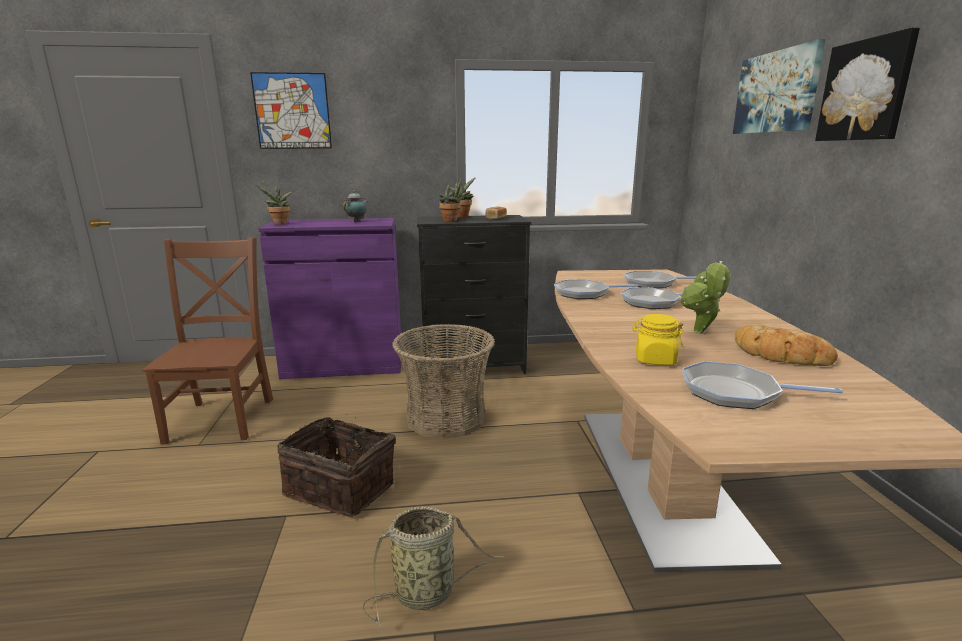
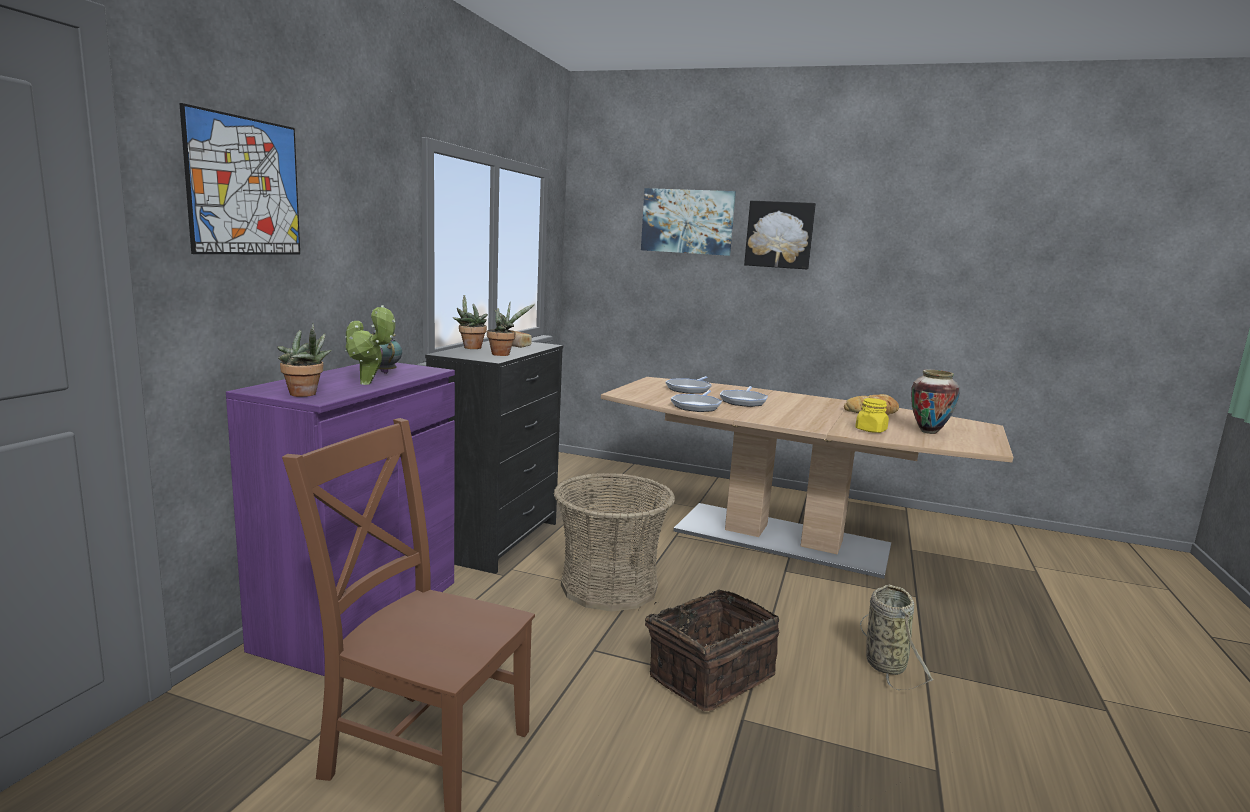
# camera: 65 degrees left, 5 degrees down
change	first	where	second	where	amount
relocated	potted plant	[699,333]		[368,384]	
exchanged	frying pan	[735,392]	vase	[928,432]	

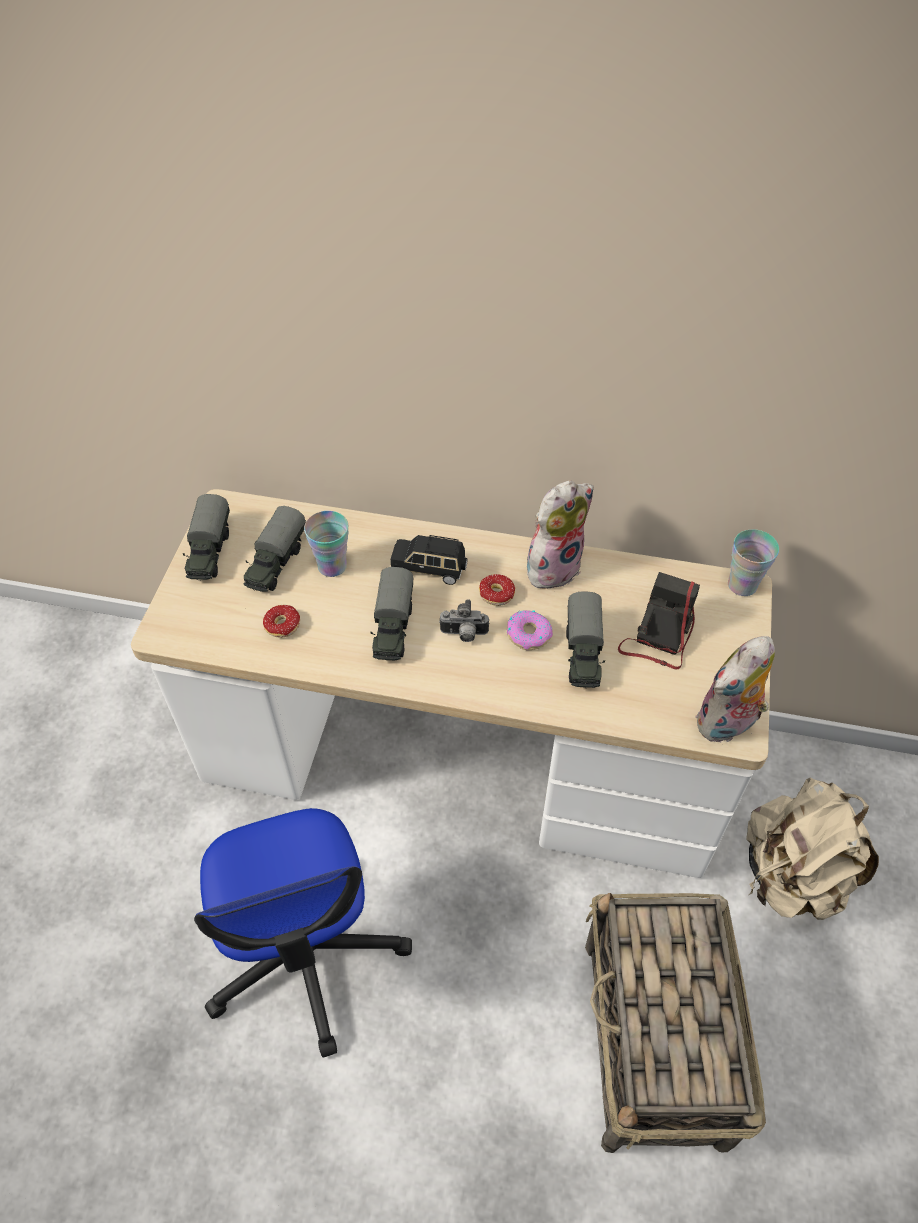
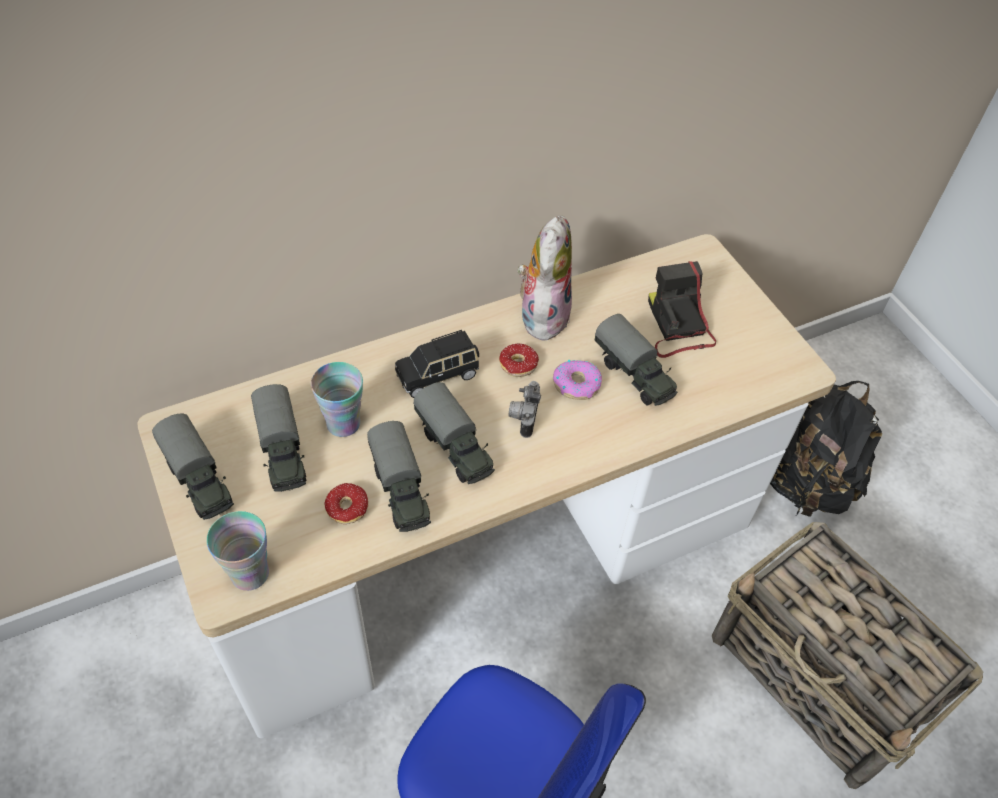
# camera: 40 degrees left, 0 degrees up
change	first	where	second	where	amount
relocated	cup	[742,585]		[250,574]	
appeared			toy truck	[401,490]	
spun	photo camera	[464,634]		[523,416]	135 degrees clockwise
colour	beige backpack	[791,875]	black backpack	[803,482]	
missing	plush toy	[726,725]			

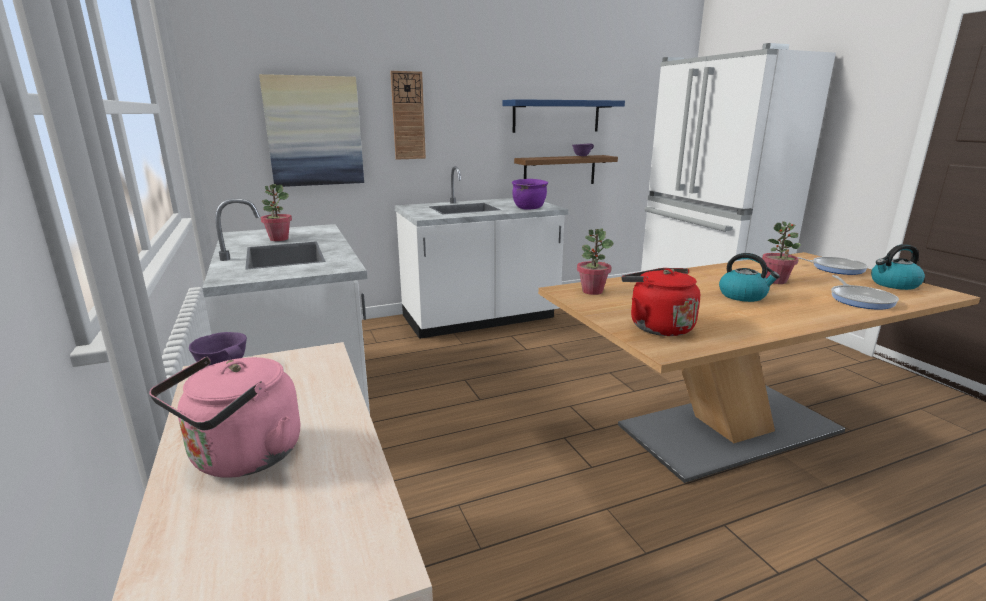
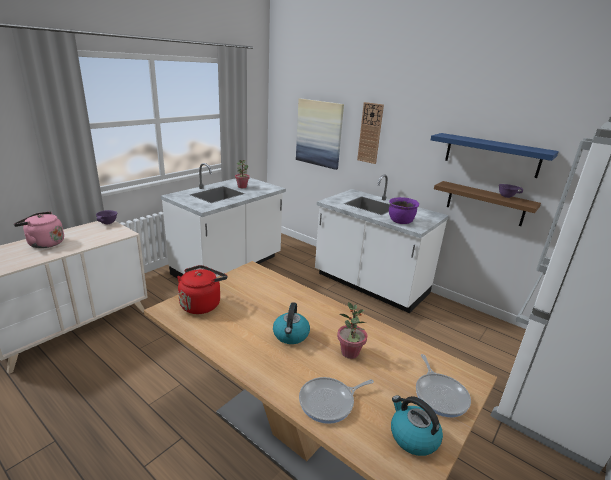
# camera: 60 degrees right, 5 degrees up
change	first	where	second	where	amount
missing	potted plant	[592,291]			

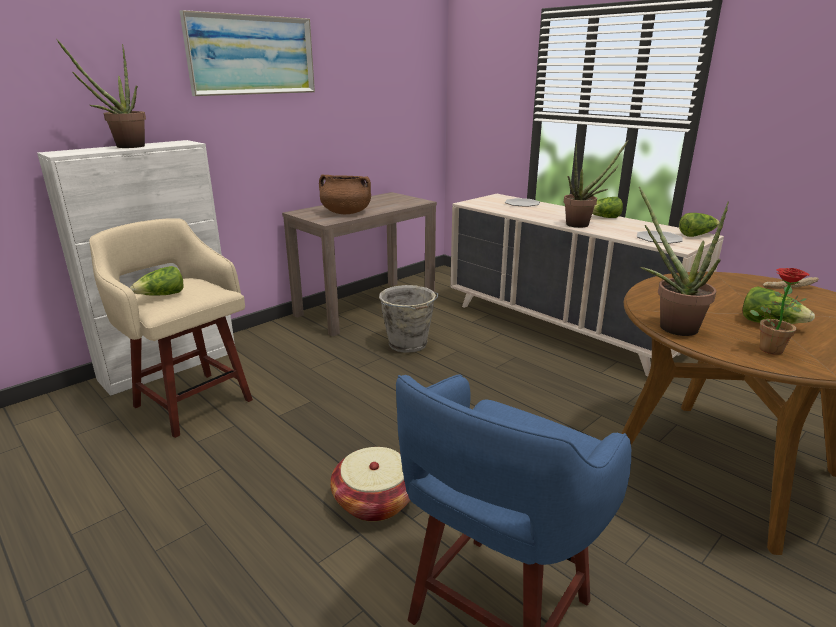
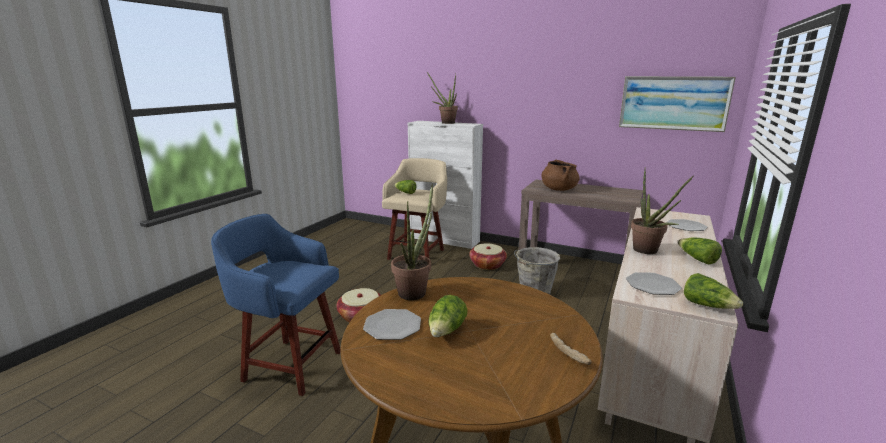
# camera: 70 degrees right, 5 degrees down
change	first	where	second	where	amount
exchanged	potted plant	[769,347]	plate	[392,326]	
appeared			basket	[487,265]	
relocated	picture	[252,55]		[673,103]	

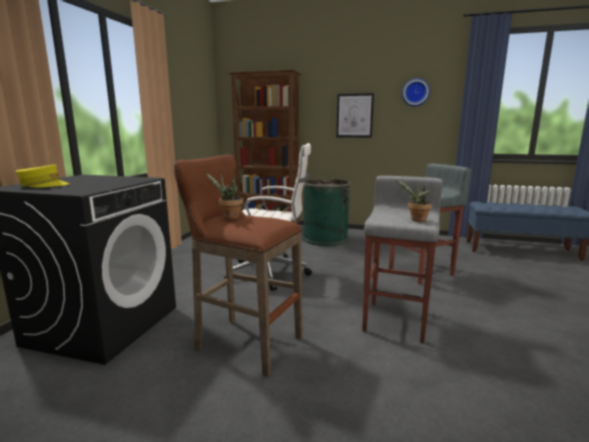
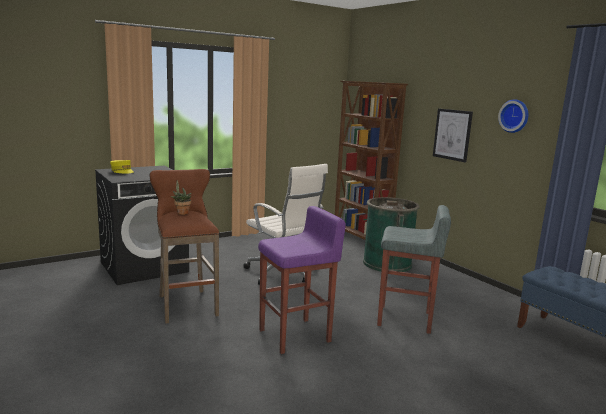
# camera: 40 degrees right, 0 degrees up
change	first	where	second	where	amount
colour	grey stool	[396,320]	purple stool	[296,336]	
missing	potted plant	[416,220]			

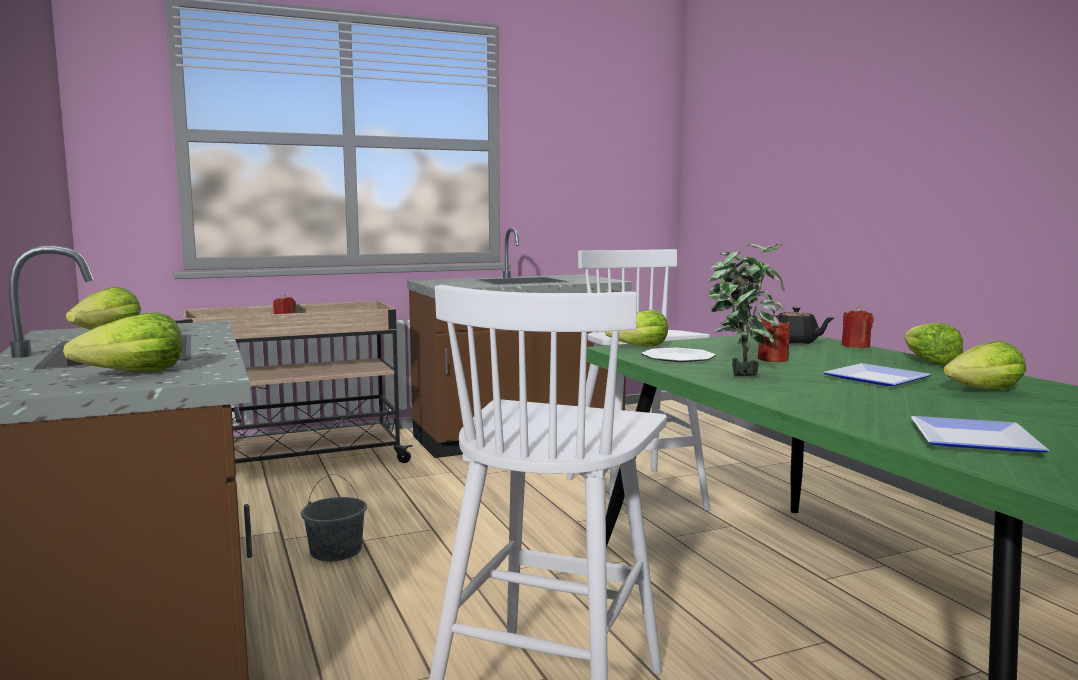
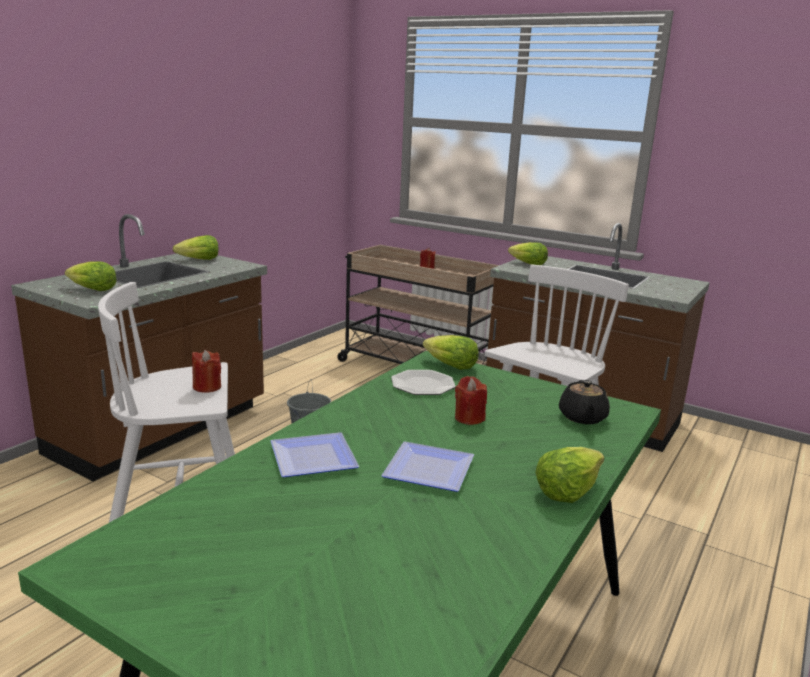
# camera: 55 degrees right, 10 degrees up
change	first	where	second	where	amount
relocated	red candle	[855,346]		[207,387]	
relocated	plate	[977,439]		[316,459]	
relocated	lettuce	[984,391]		[527,264]	
missing	potted plant	[741,374]			

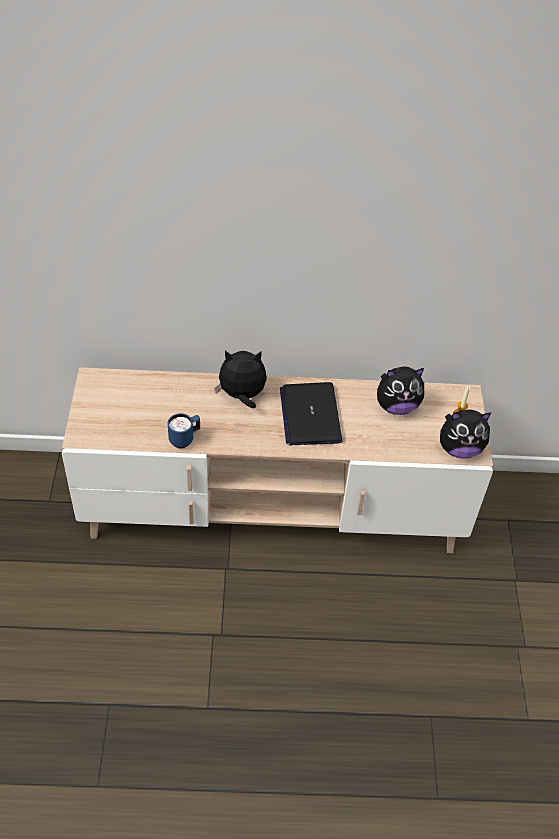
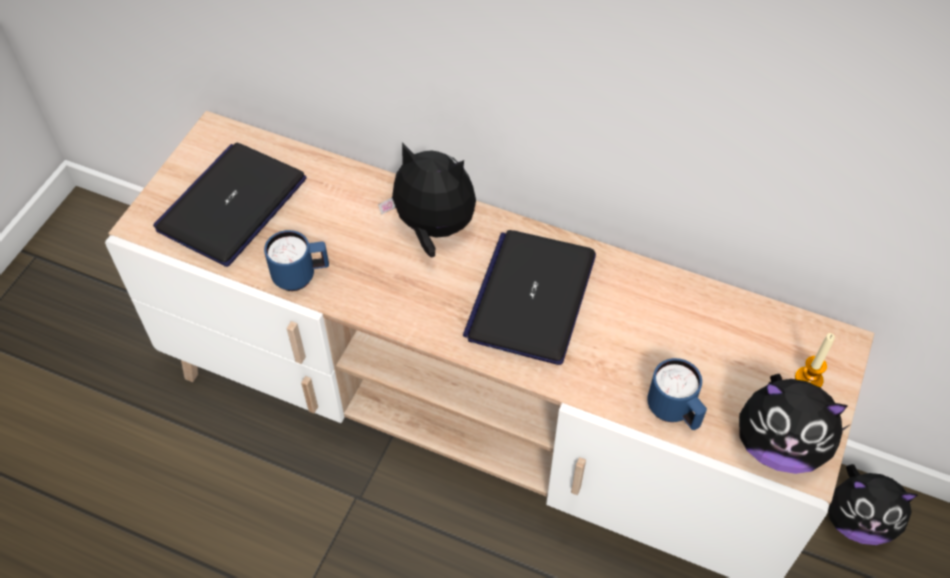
# camera: 25 degrees right, 5 degrees up
change	first	where	second	where	amount
appeared			laptop	[232,204]	
appeared			blue mug	[674,412]	
relocated	plush toy	[396,406]		[857,521]	

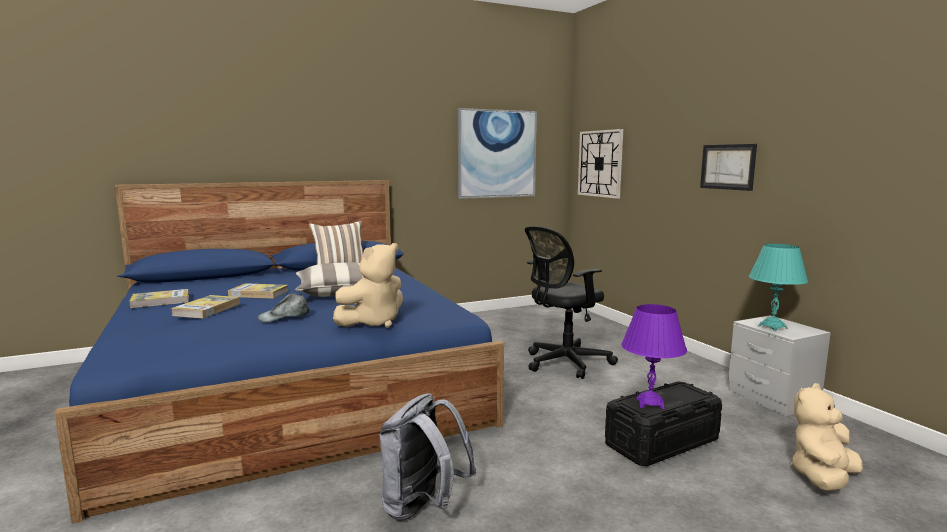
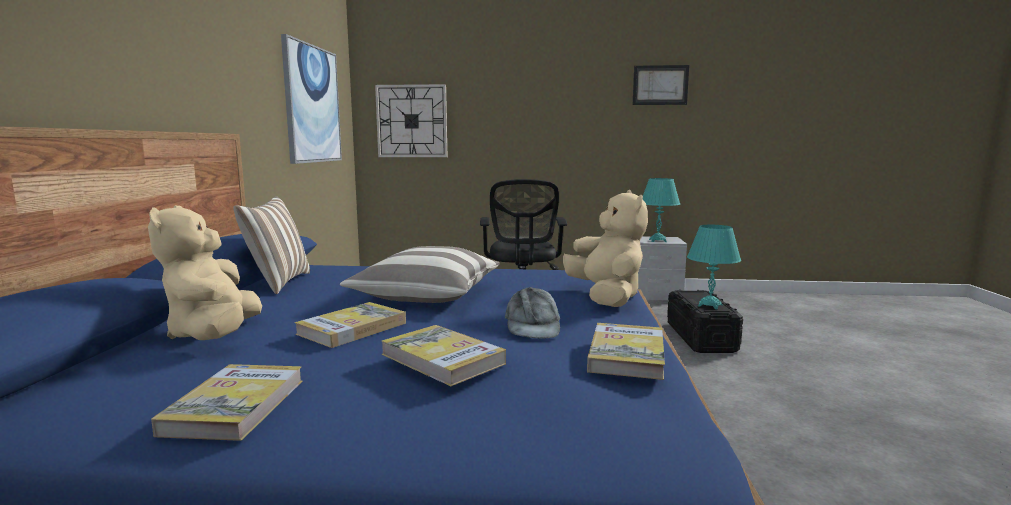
# camera: 60 degrees left, 0 degrees up
change	first	where	second	where	amount
relocated	beige plush toy	[822,478]		[215,335]	
appeared			book	[627,355]	
relocated	picture	[727,167]		[660,85]	
colour	purple table lamp	[649,403]	turquoise table lamp	[710,305]	
missing	grey backpack	[422,508]			

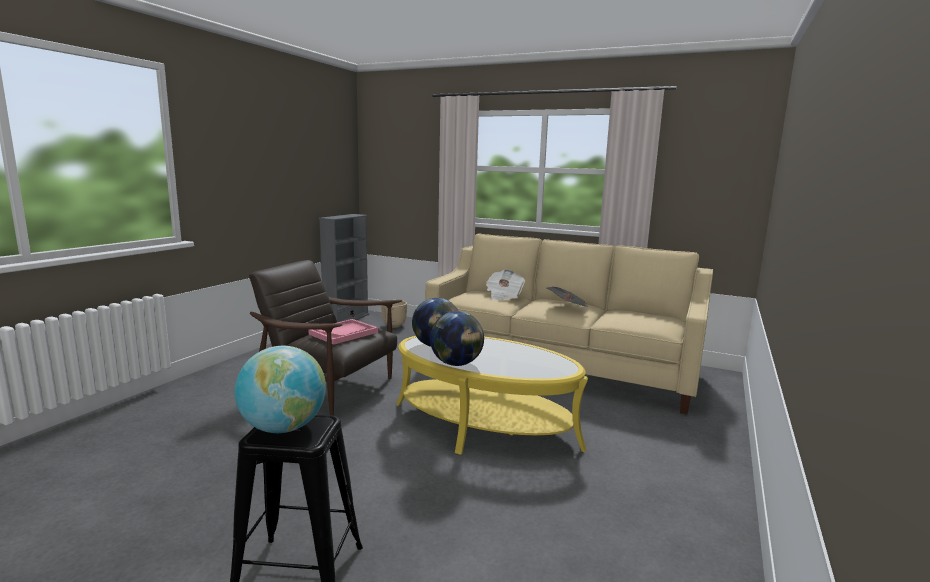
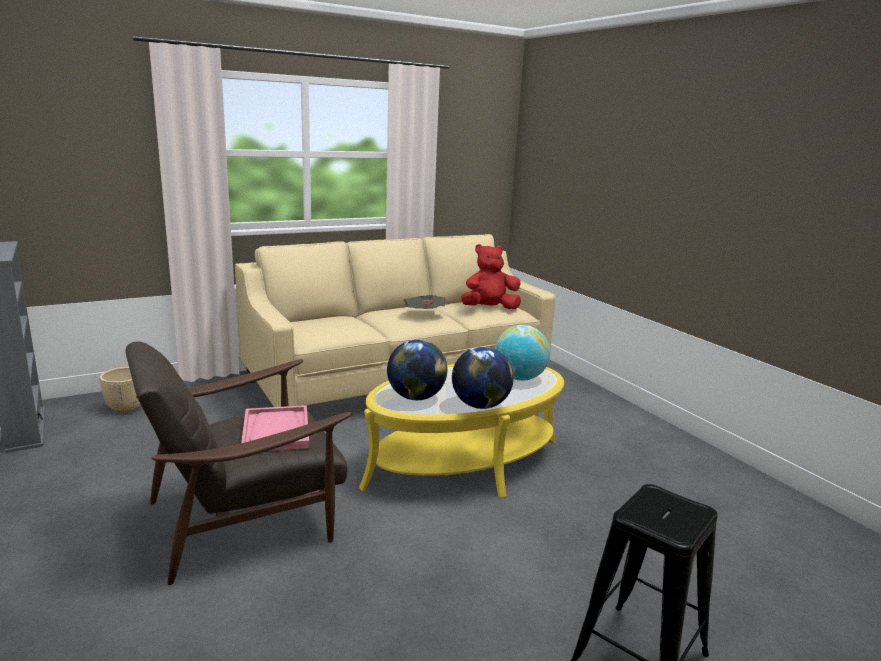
# camera: 55 degrees left, 5 degrees up
change	first	where	second	where	amount
appeared			red plush toy	[489,308]	
relocated	globe	[283,428]		[519,378]	
missing	newspaper	[503,296]			

